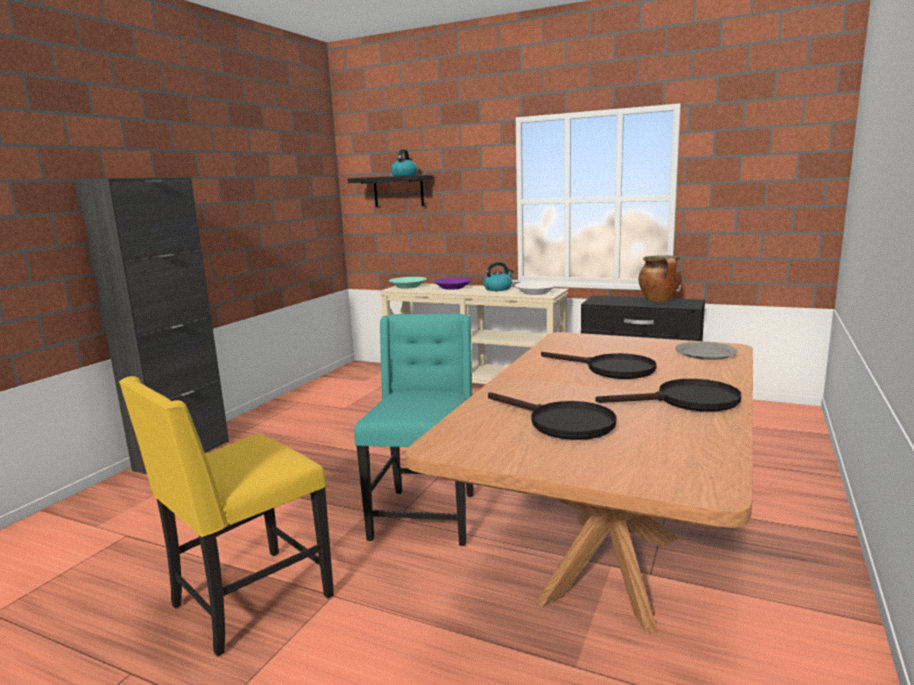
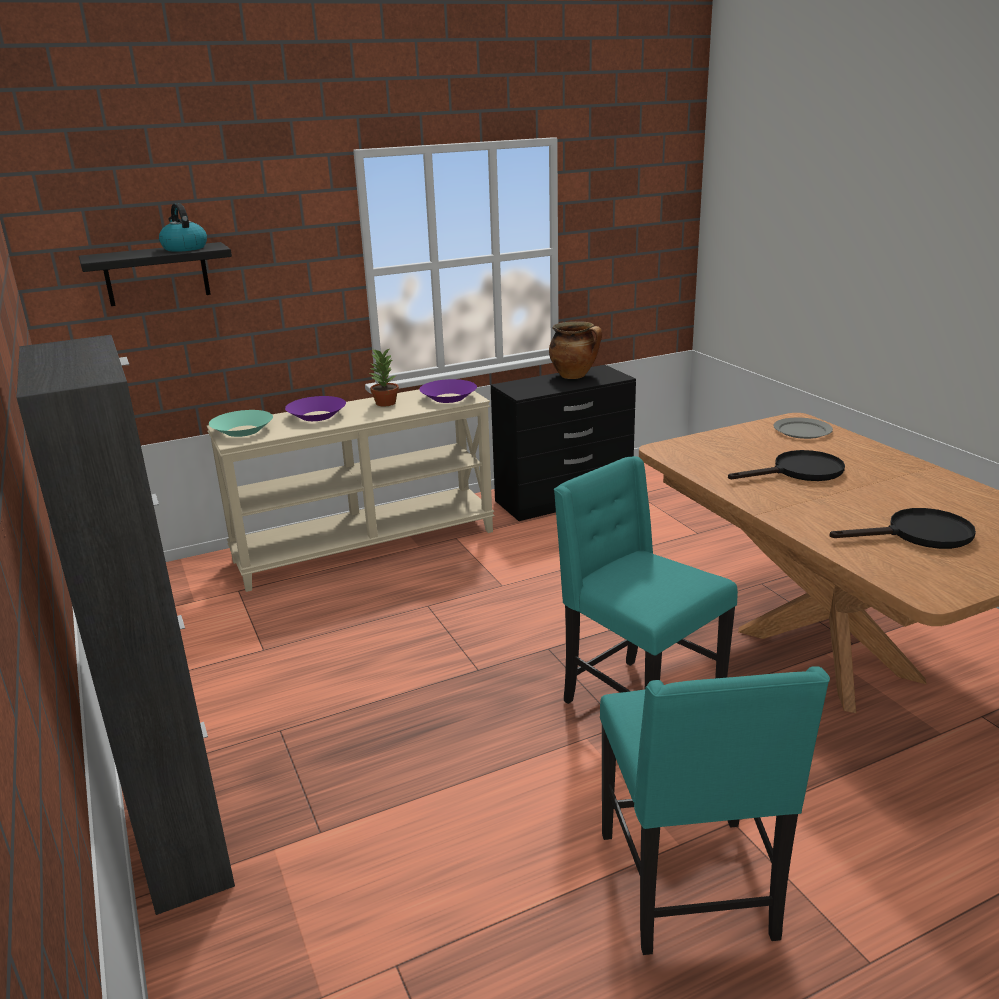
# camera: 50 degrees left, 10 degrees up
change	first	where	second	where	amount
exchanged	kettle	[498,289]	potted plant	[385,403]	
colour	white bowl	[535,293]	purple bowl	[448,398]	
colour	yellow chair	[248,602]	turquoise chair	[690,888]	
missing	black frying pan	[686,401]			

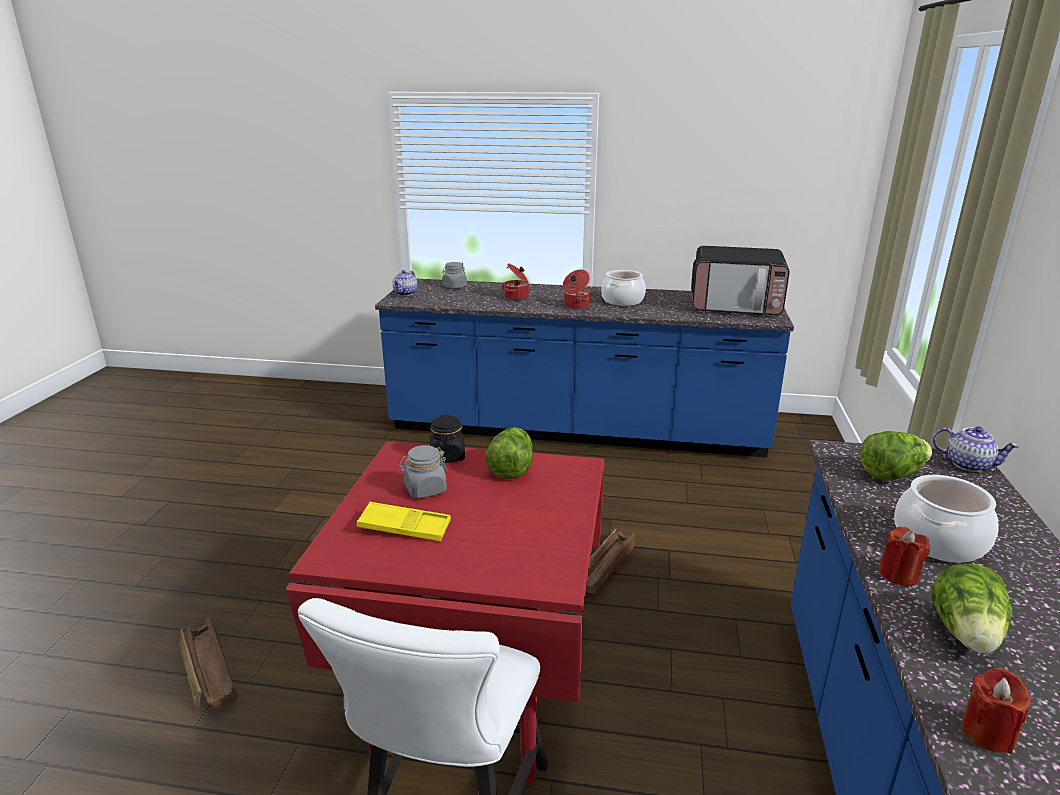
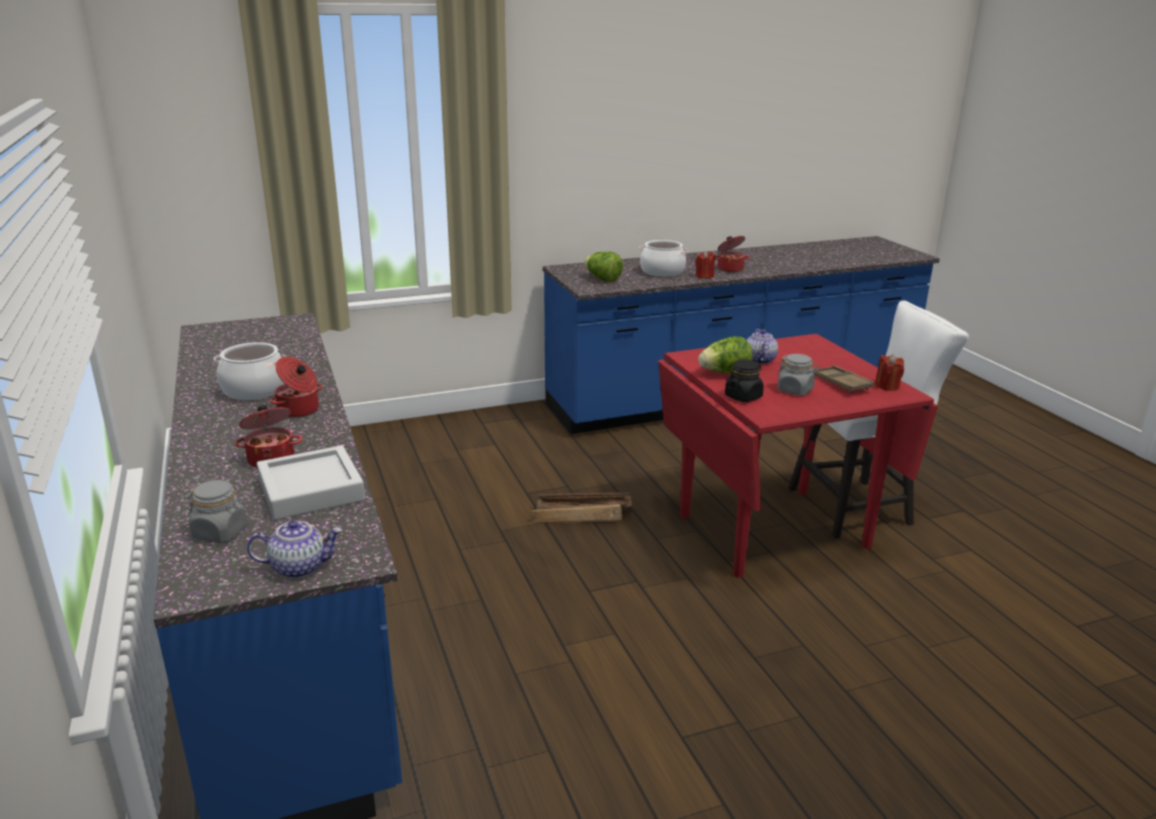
# camera: 120 degrees left, 0 degrees up
change	first	where	second	where	amount
appeared			grey tray	[311,490]	
exchanged	lettuce	[966,634]	cooking pot	[730,269]	
relocated	teapot	[968,464]		[759,360]	
colour	yellow tray	[404,527]	brown tray	[841,383]	
relocated	red candle	[987,732]		[887,386]	
missing	crate	[208,673]			
missing	microwave	[736,305]			

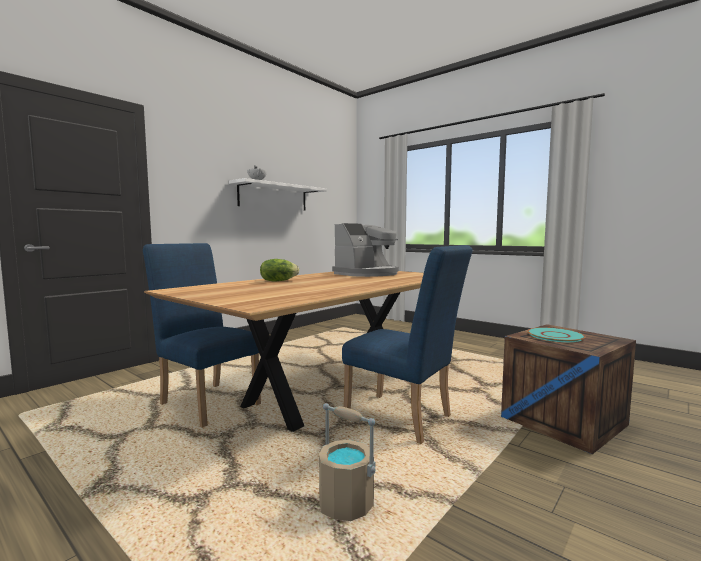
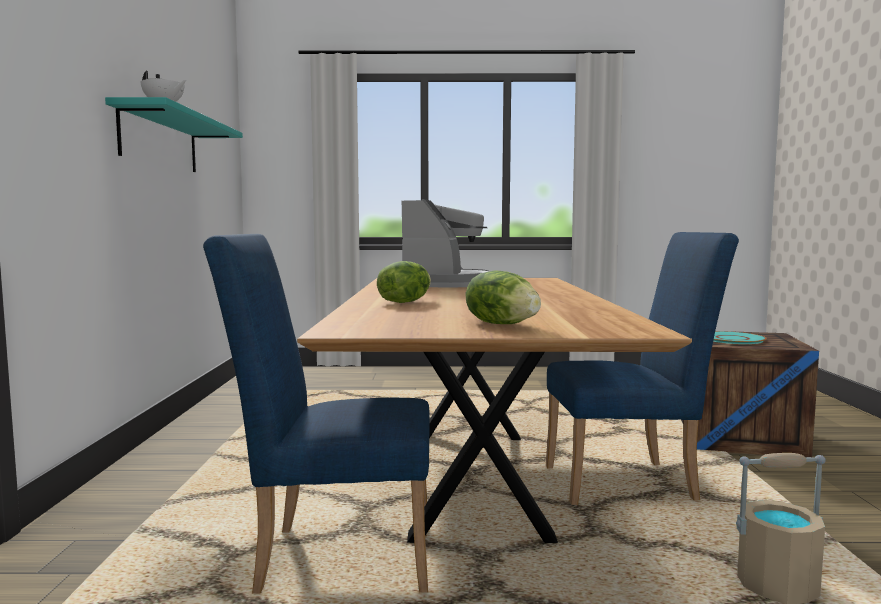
# camera: 40 degrees left, 0 degrees up
change	first	where	second	where	amount
colour	white shelf	[273,197]	turquoise shelf	[160,141]	
appeared			lettuce	[502,324]	

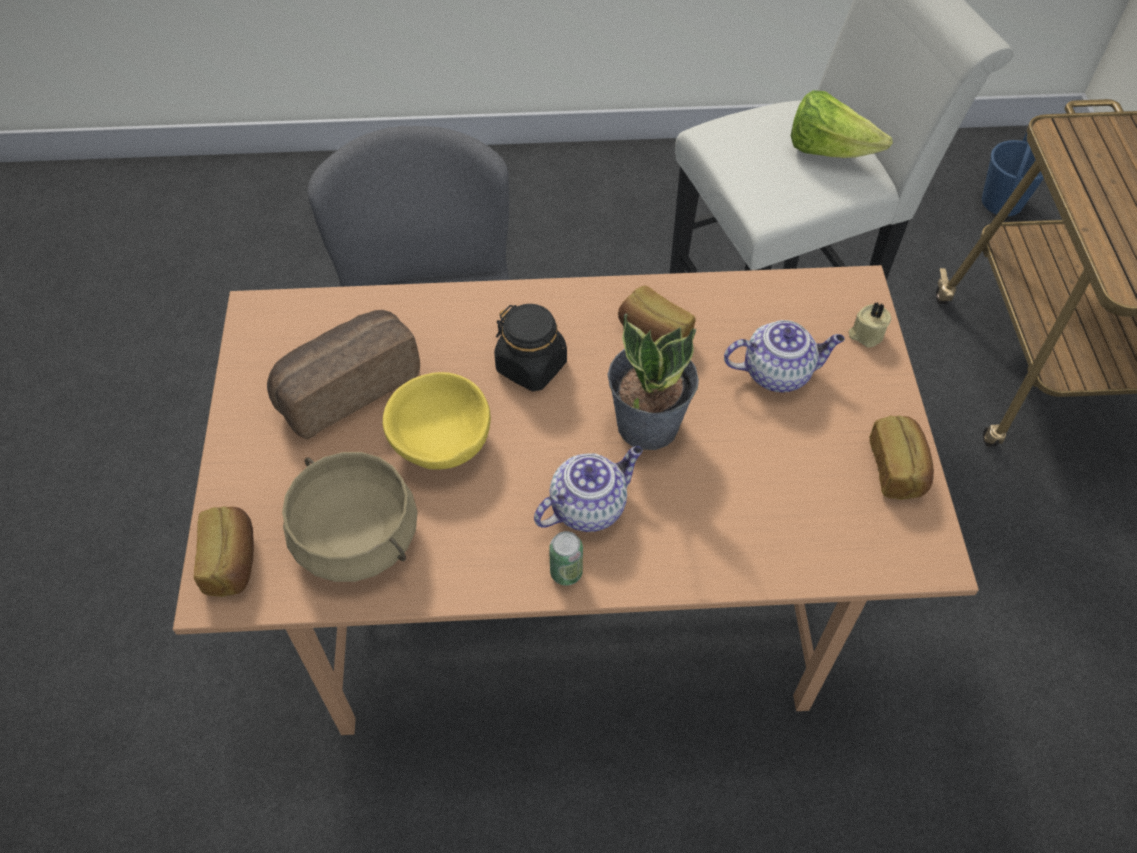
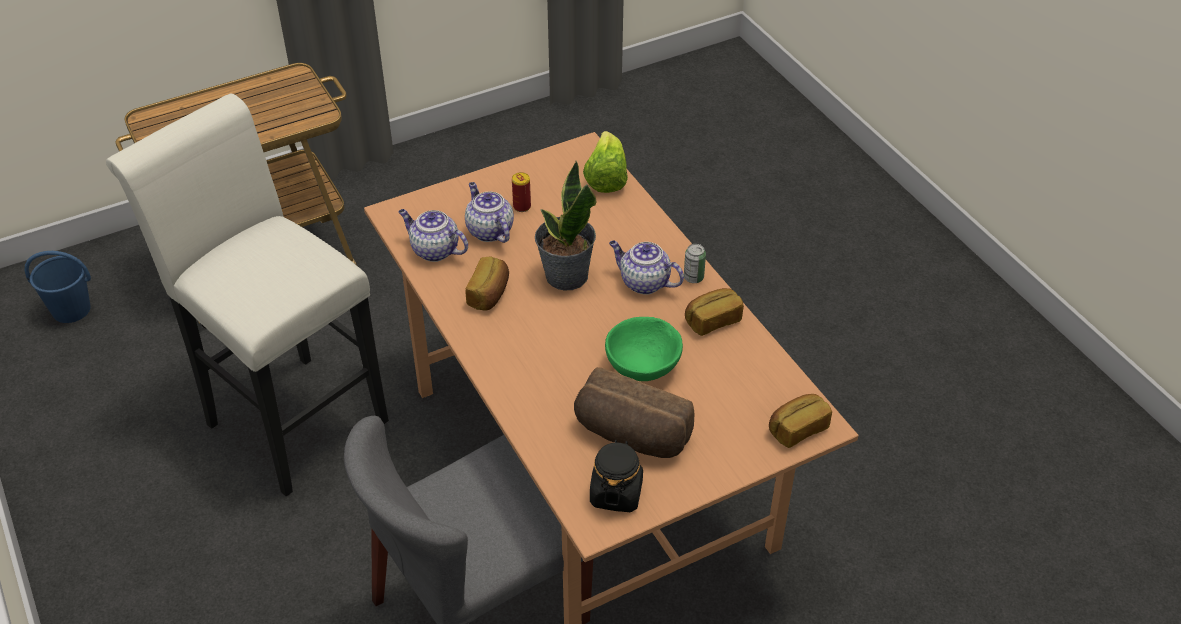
# camera: 115 degrees left, 10 degrees down
change	first	where	second	where	amount
appeared			teapot	[434,250]	
appeared			can	[522,206]	
relocated	lettuce	[828,150]		[606,178]	
relocated	black jar	[531,366]		[616,493]	
colour	yellow bowl	[440,441]	green bowl	[643,367]	
relocated	bread	[898,468]		[712,320]	
missing	beige cooking pot	[357,536]			
missing	beige candle	[866,334]			

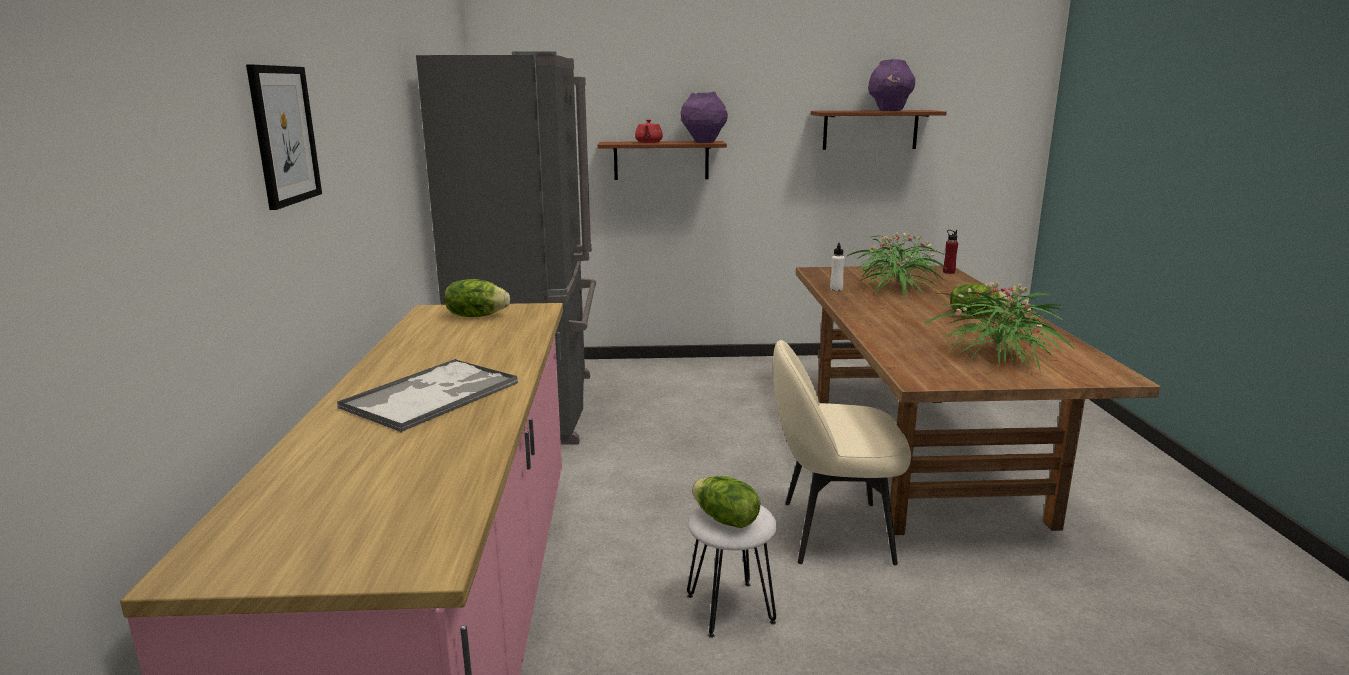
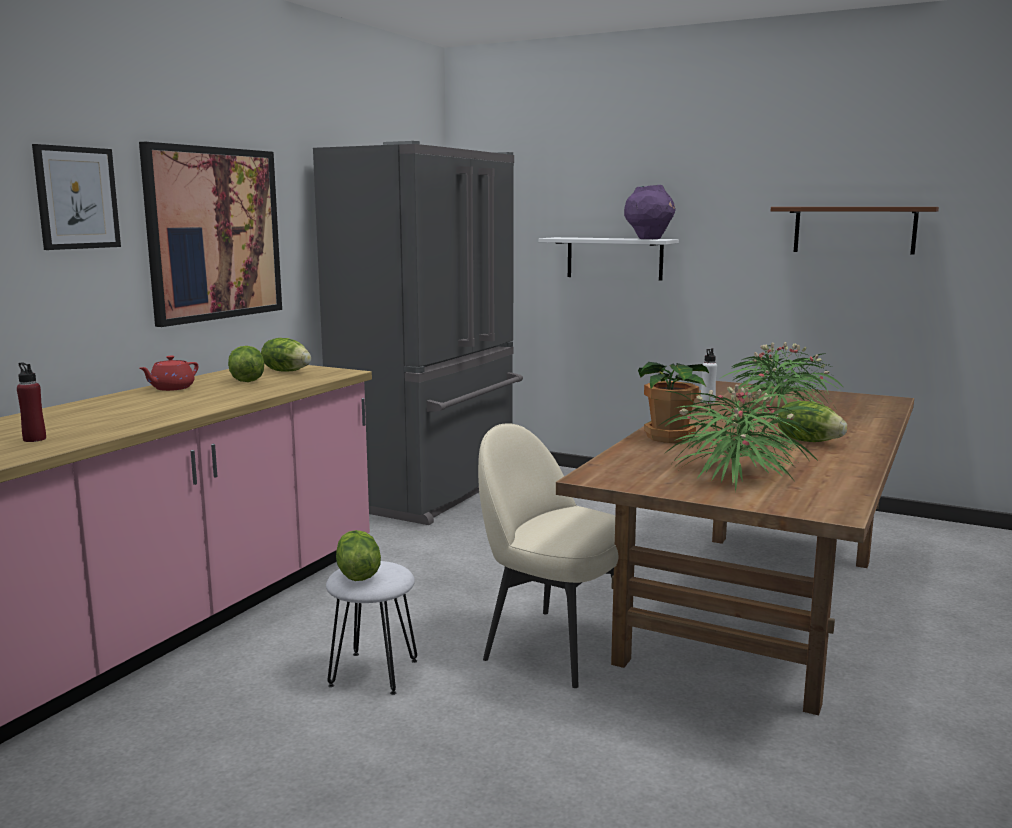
# camera: 30 degrees right, 5 degrees down
change	first	where	second	where	amount
relocated	red bottle	[948,272]		[34,439]	
appeared			picture	[214,234]	
relocated	red teapot	[648,142]		[171,388]	
appeared			lettuce	[246,380]	
colour	brown shelf	[661,160]	white shelf	[614,258]	
appeared			potted plant	[669,437]	
missing	tray	[433,395]			
missing	purple vase	[889,110]			

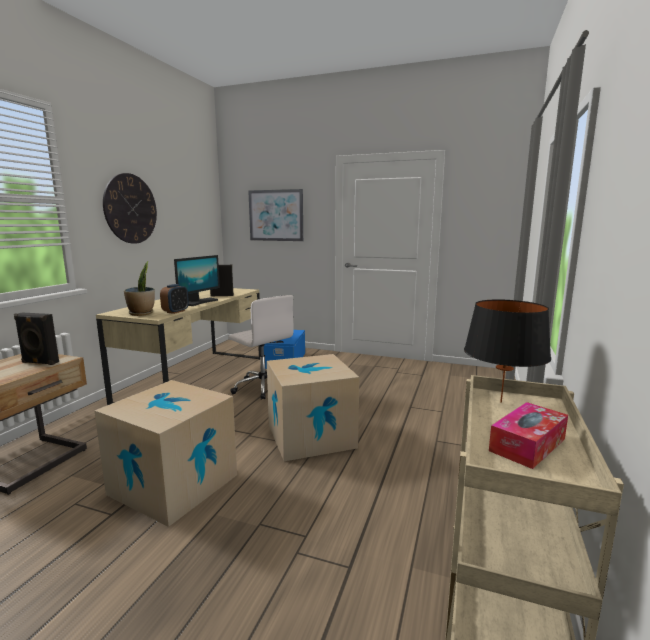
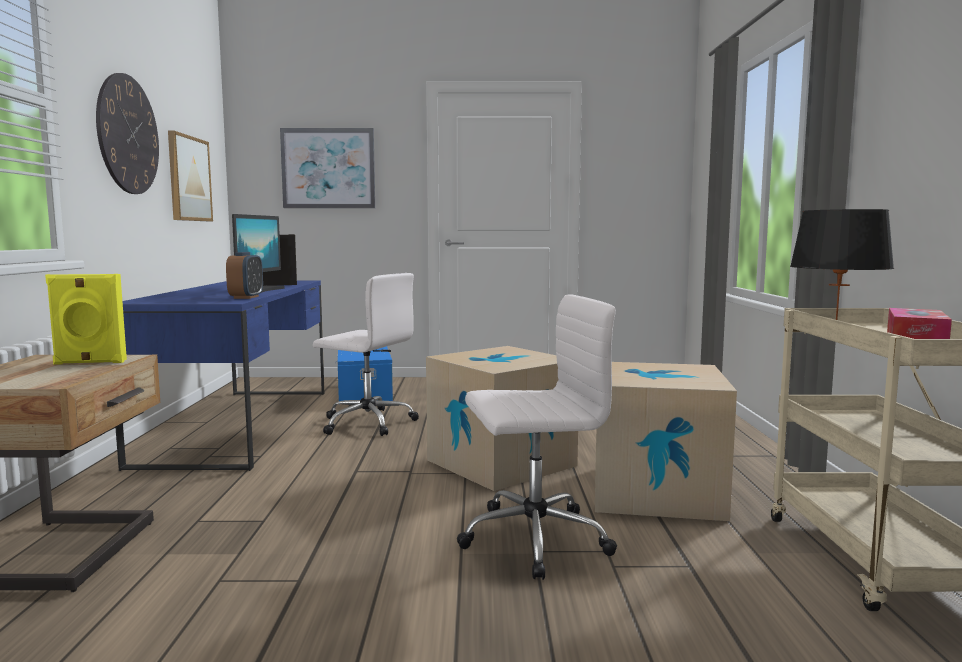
# camera: 20 degrees left, 5 degrees down
change	first	where	second	where	amount
colour	black speaker	[39,362]	yellow speaker	[90,362]	
colour	beige desk	[196,378]	blue desk	[242,424]	
appeared			picture	[188,179]	
appeared			white office chair	[532,539]	
relocated	cardboard box	[173,484]		[655,492]	
missing	potted plant	[141,313]			

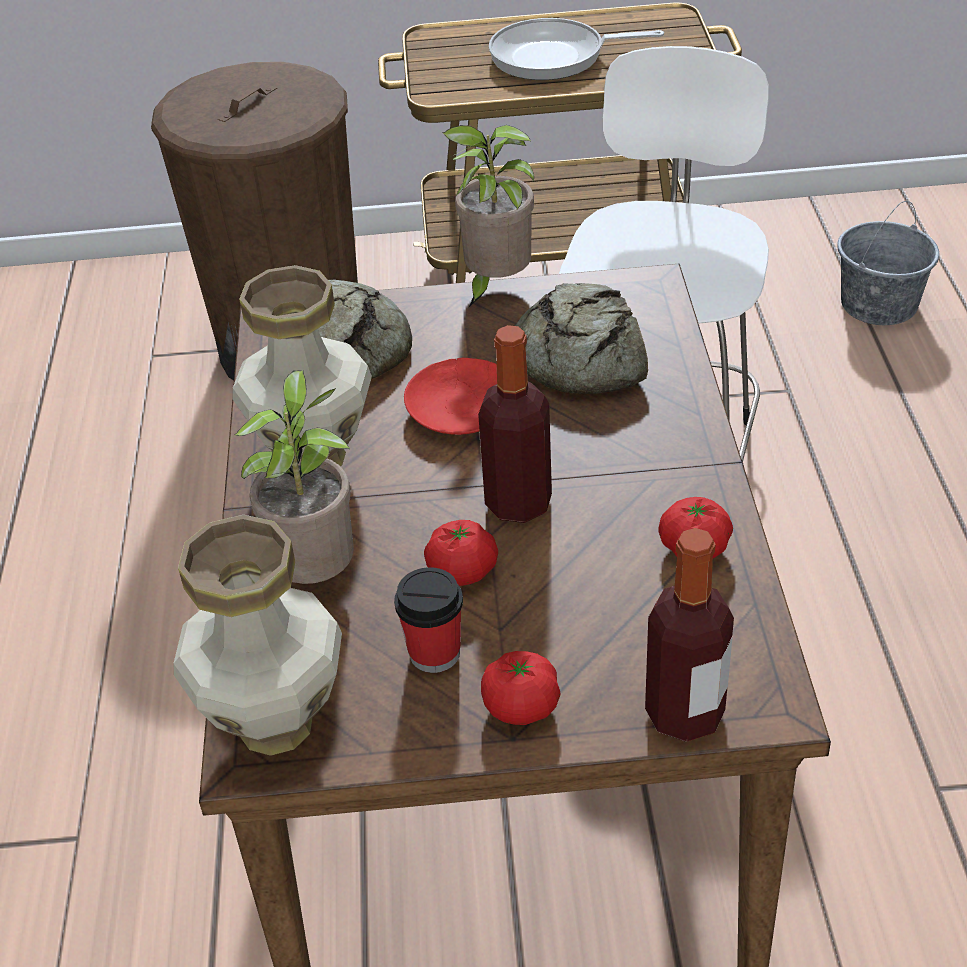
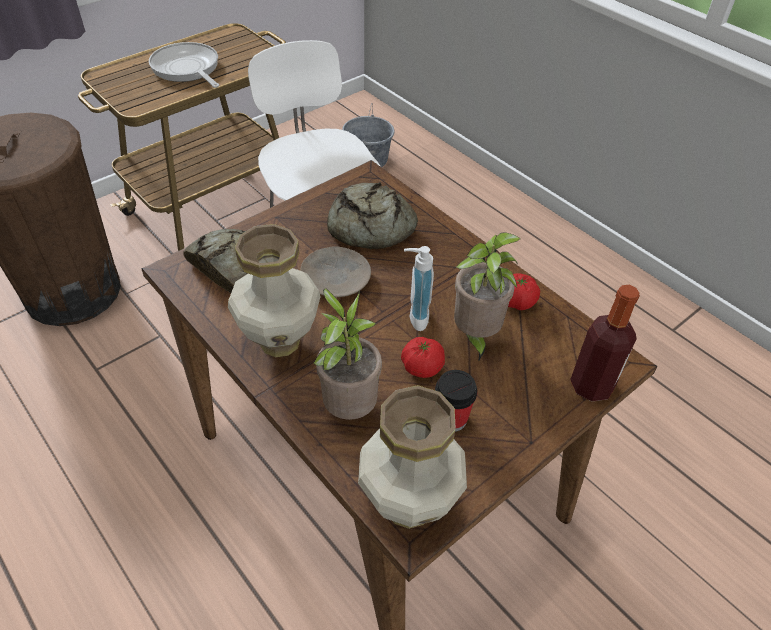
# camera: 40 degrees left, 5 degrees up
change	first	where	second	where	amount
spun	frying pan	[554,57]		[187,69]	90 degrees clockwise
colour	red plate	[462,407]	beige plate	[335,278]	
exchanged	bottle	[518,503]	soap dispenser	[414,317]	
relocated	potted plant	[495,285]		[475,336]	
missing	tomato	[521,706]			

